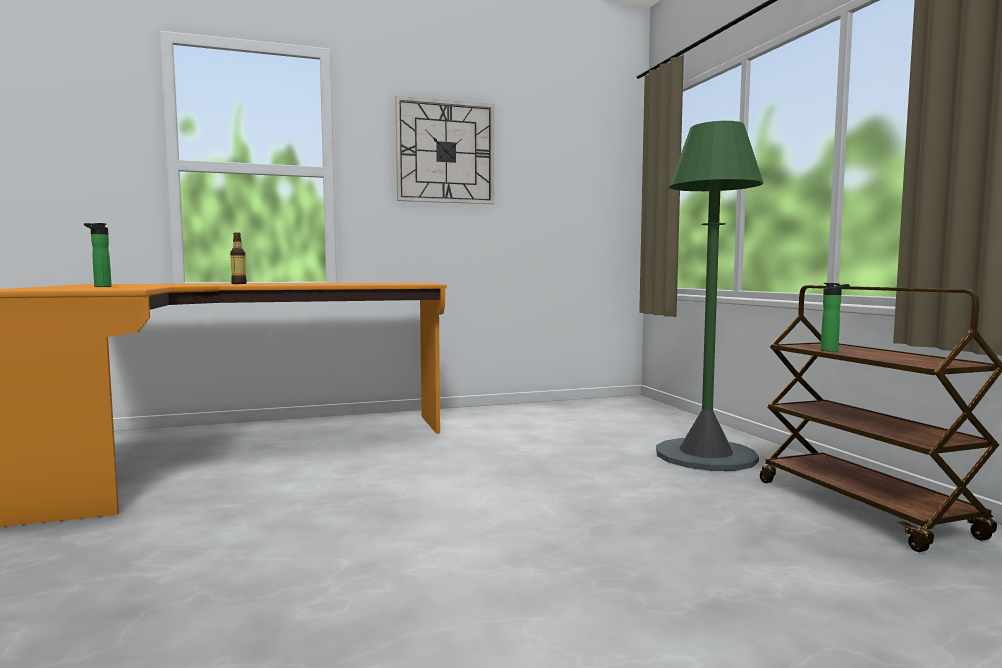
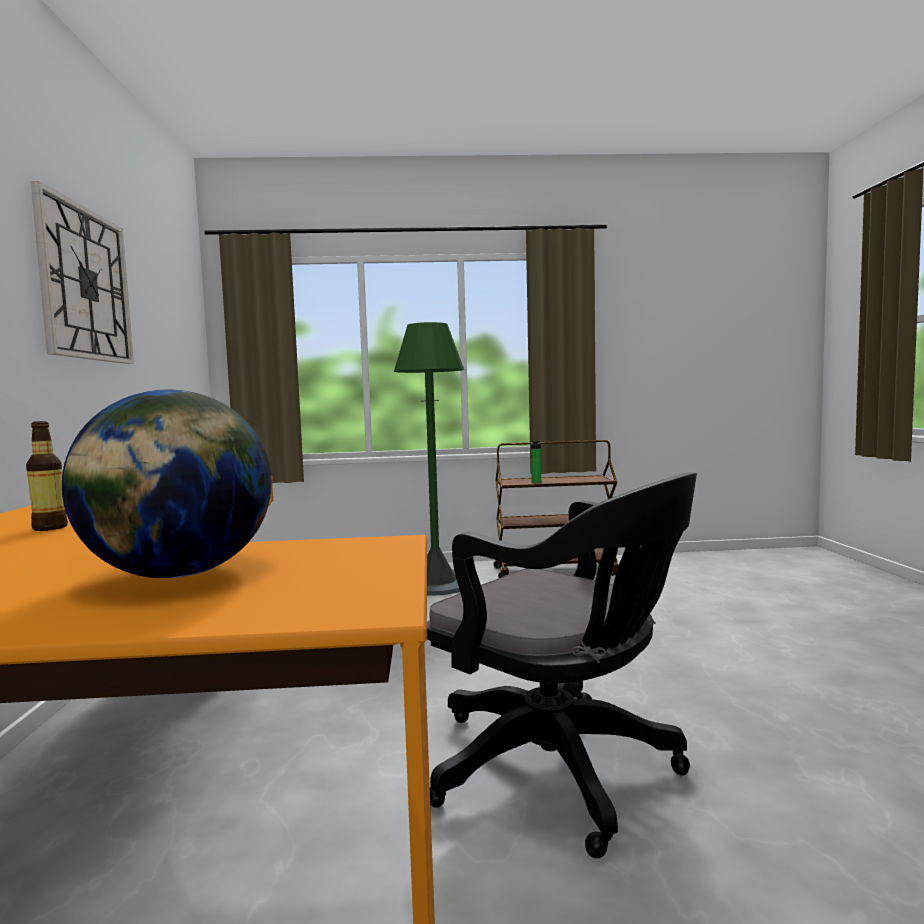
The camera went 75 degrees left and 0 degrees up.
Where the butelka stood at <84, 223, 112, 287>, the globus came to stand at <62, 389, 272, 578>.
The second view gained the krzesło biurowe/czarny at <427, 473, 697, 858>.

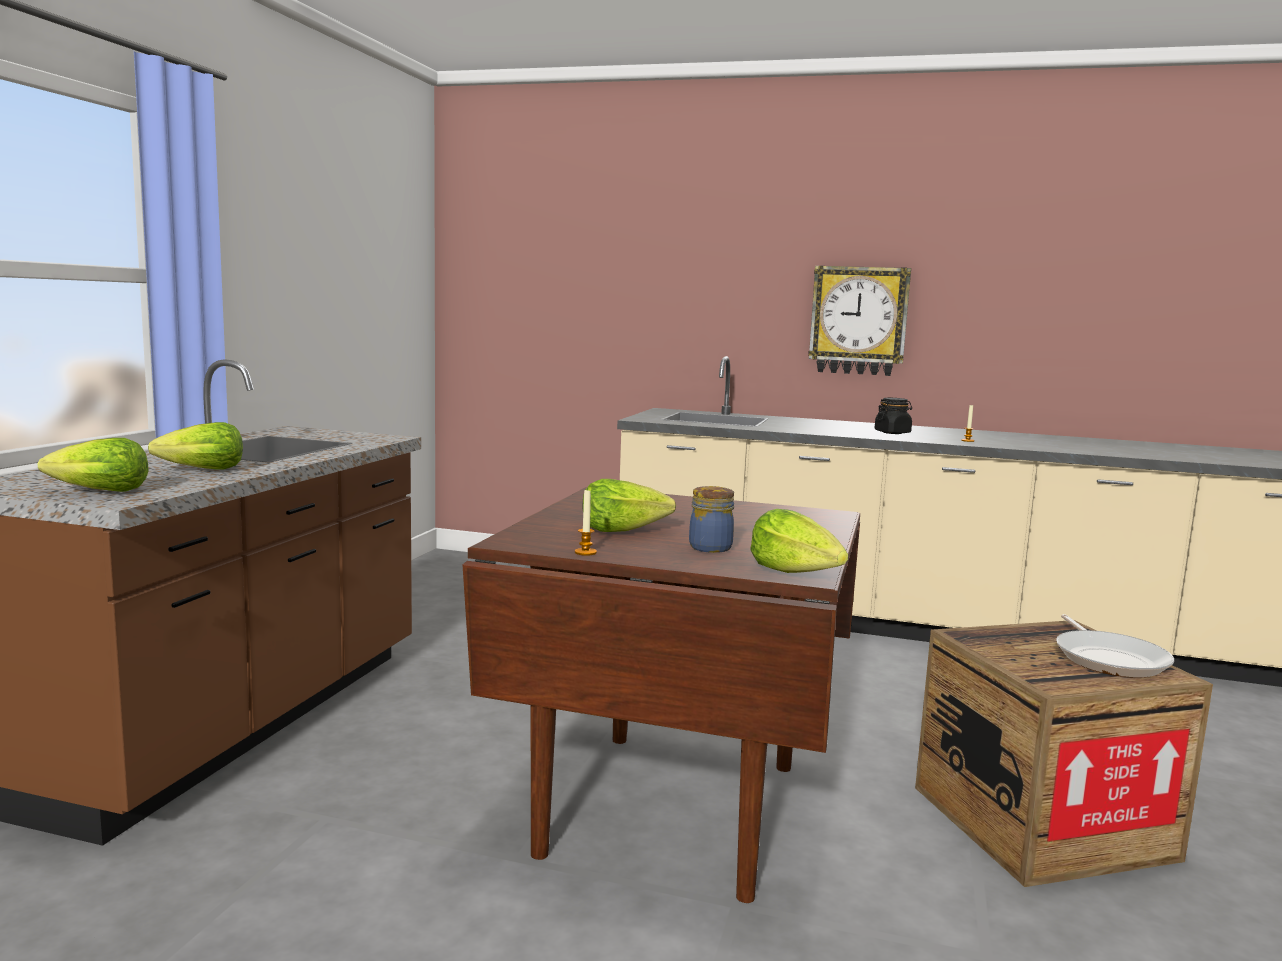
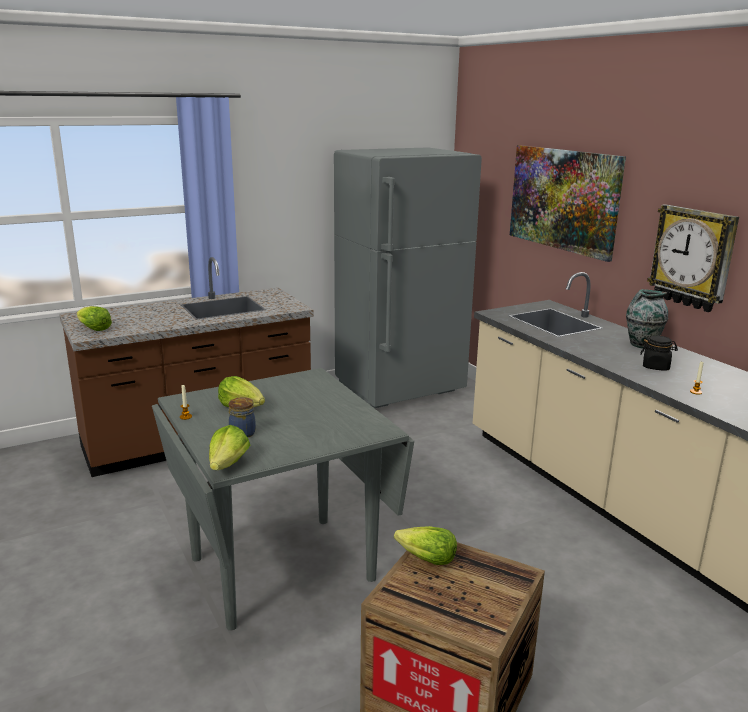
The camera went 45 degrees right and 10 degrees up.
What was the stół jadalny/brązowy at <463, 487, 860, 903> turned into the stół jadalny/szary at <152, 368, 414, 631>.
The second view gained the lodówka/szary at <334, 147, 482, 408>.
The sałata ended up elsewhere, having gone from <148, 422, 243, 469> to <394, 526, 457, 565>.
The second view gained the obraz at <510, 145, 626, 262>.
The second view gained the wazon at <626, 289, 668, 349>.
The second view lost the patelnia at <1056, 614, 1174, 678>.

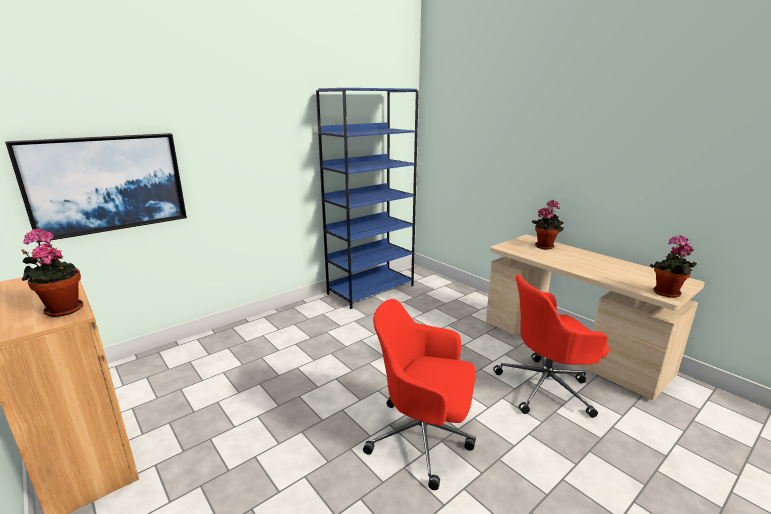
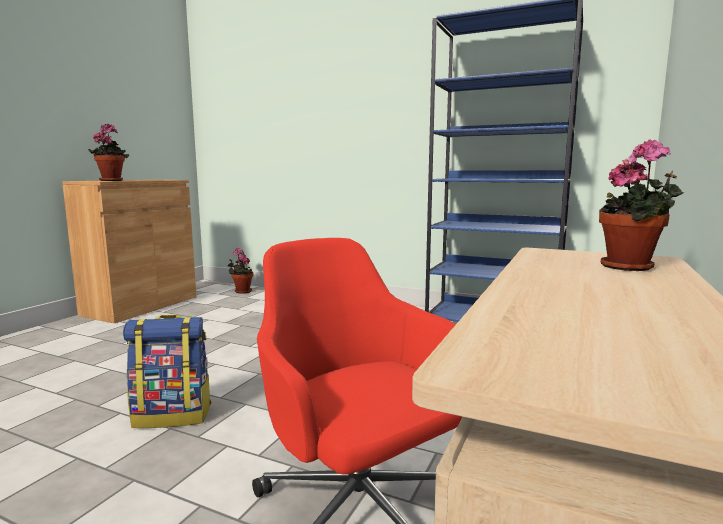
The camera went 65 degrees right and 10 degrees down.
Where the krzesło biurowe/czerwony stood at <363, 299, 476, 490>, the plecak came to stand at <123, 315, 212, 428>.
The roślina doniczkowa ended up elsewhere, having gone from <650, 235, 697, 298> to <228, 248, 253, 294>.
The second view lost the obraz at <5, 133, 187, 243>.

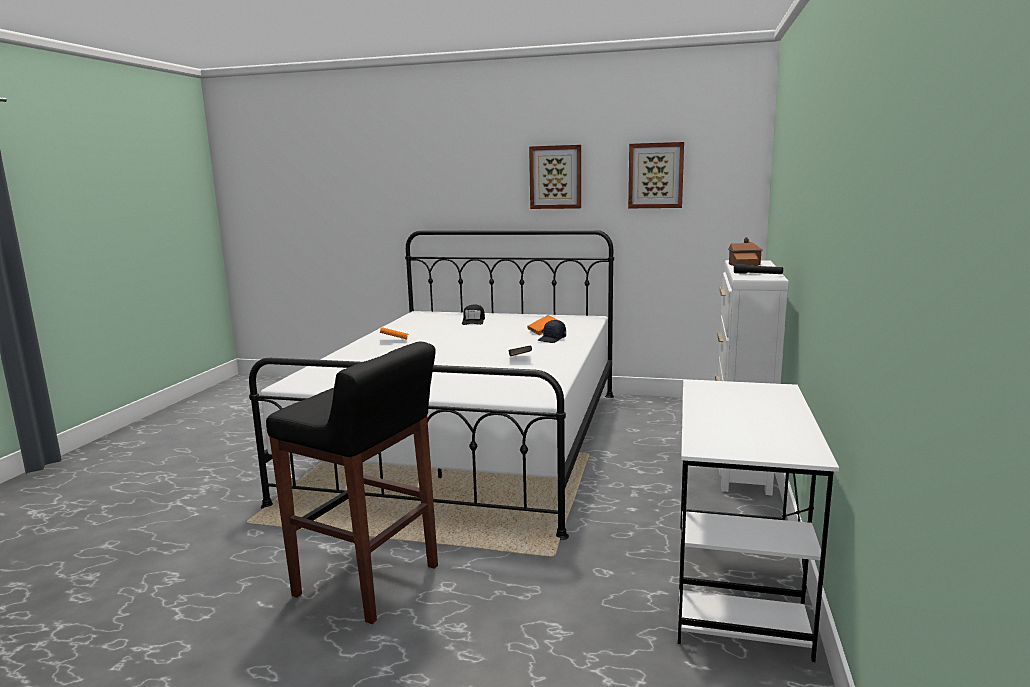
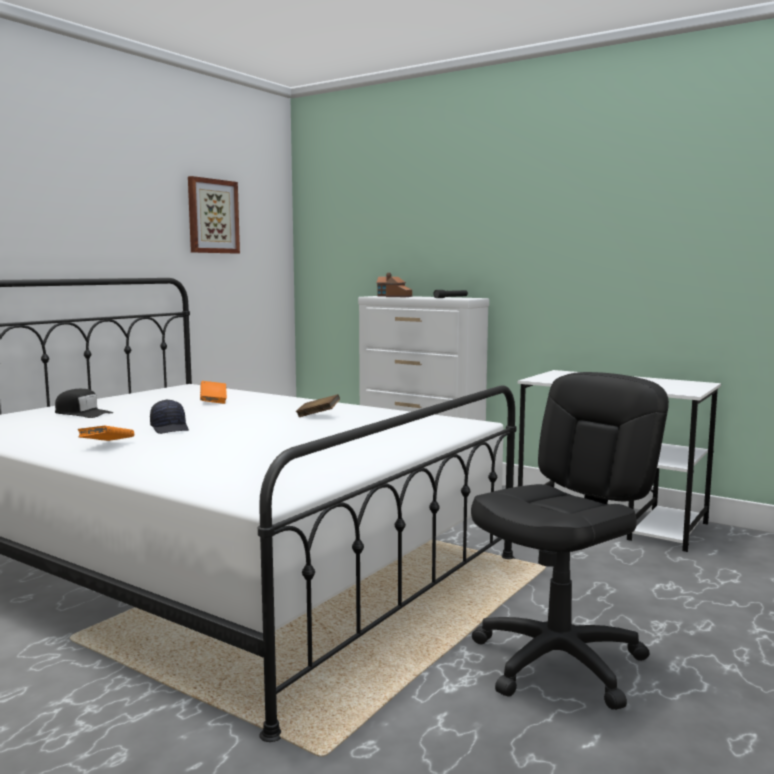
The camera went 70 degrees left and 5 degrees down.
The czapka z daszkiem/czarny ended up elsewhere, having gone from <537, 320, 566, 343> to <150, 399, 189, 434>.
Where the stołek/czarny stood at <266, 342, 438, 624>, the krzesło biurowe/czarny came to stand at <471, 372, 669, 710>.
The second view lost the obraz at <529, 145, 581, 209>.

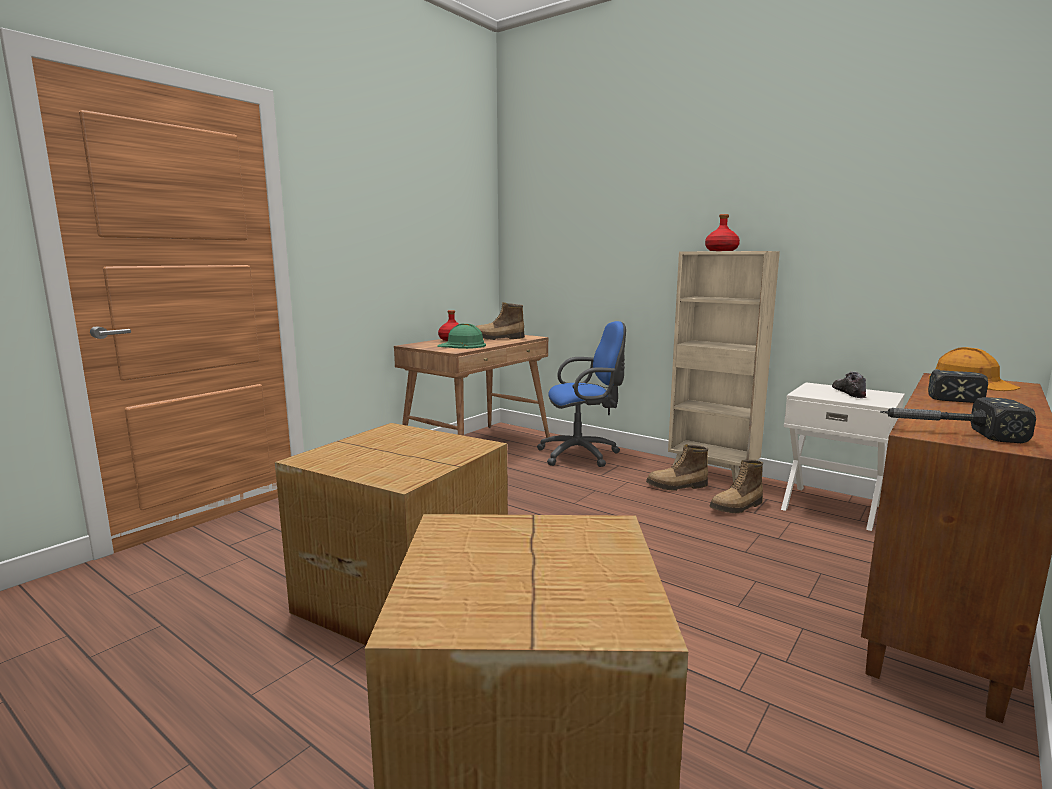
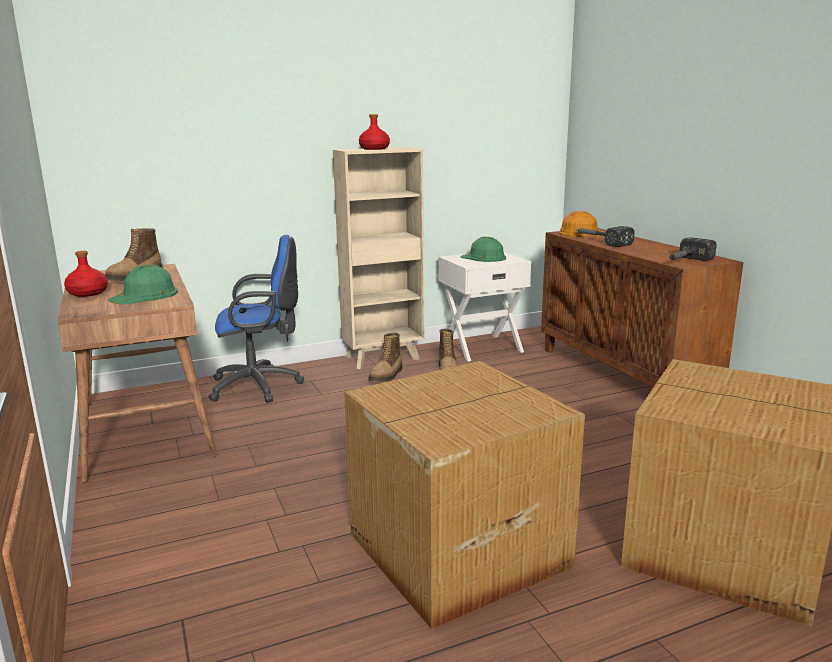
The camera went 60 degrees left and 5 degrees up.
The krzesło biurowe/niebieski at <537, 321, 626, 467> ended up facing another way, 60 degrees clockwise from before.
Where the but stood at <832, 371, 866, 398>, the kask/zielony came to stand at <460, 236, 506, 262>.

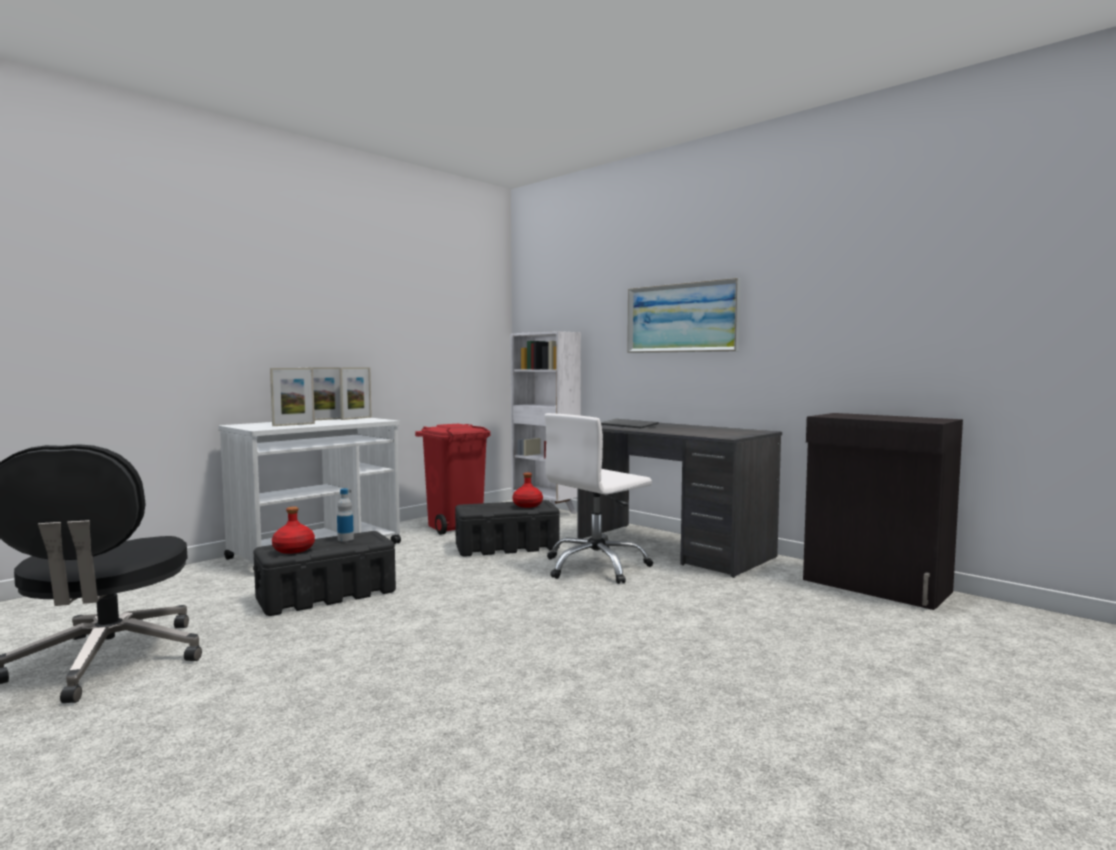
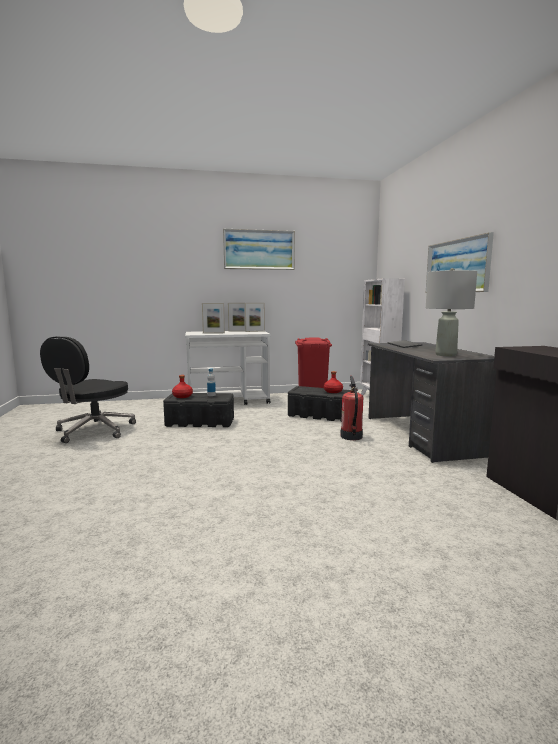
The camera went 35 degrees right and 5 degrees up.
The second view gained the obraz at <223, 229, 295, 270>.
Where the krzesło biurowe/biały stood at <545, 413, 653, 584>, the gaśnica came to stand at <340, 376, 363, 440>.
The second view gained the lampa stołowa/szary at <426, 268, 477, 356>.

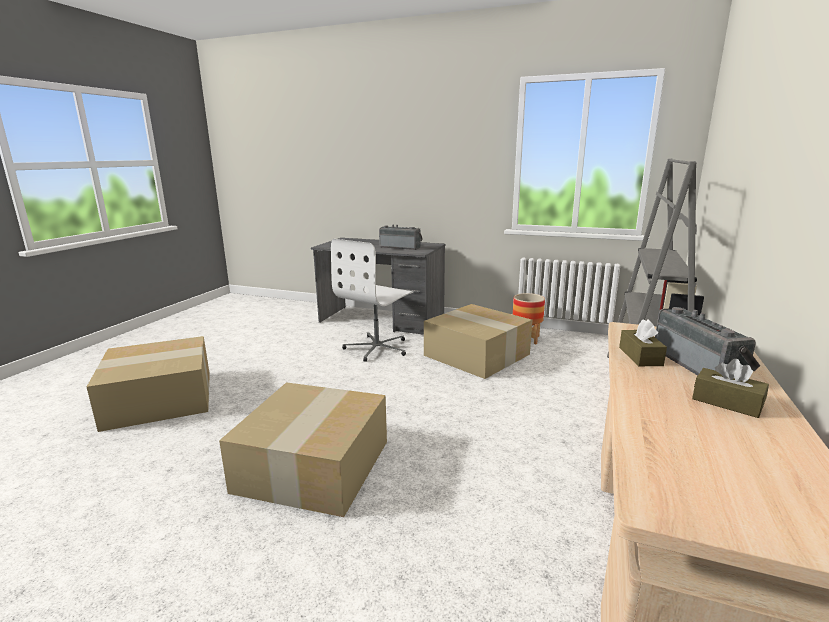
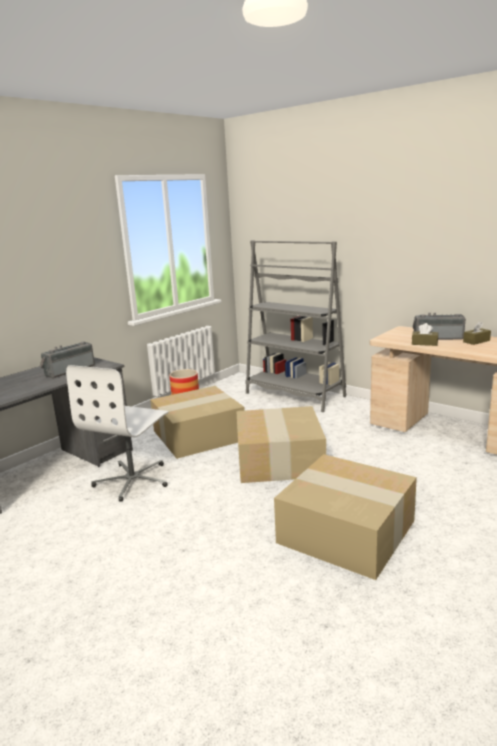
The camera went 70 degrees left and 0 degrees up.
The krzesło biurowe/biały at <331, 239, 413, 362> ended up facing another way, 60 degrees clockwise from before.
The karton ended up elsewhere, having gone from <87, 336, 210, 432> to <236, 406, 326, 483>.

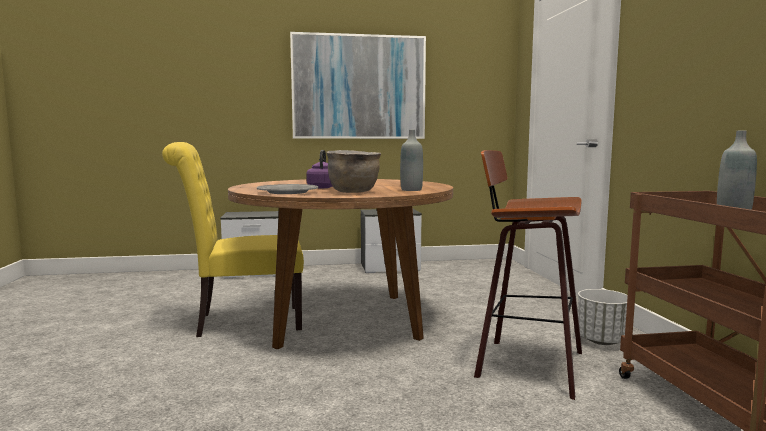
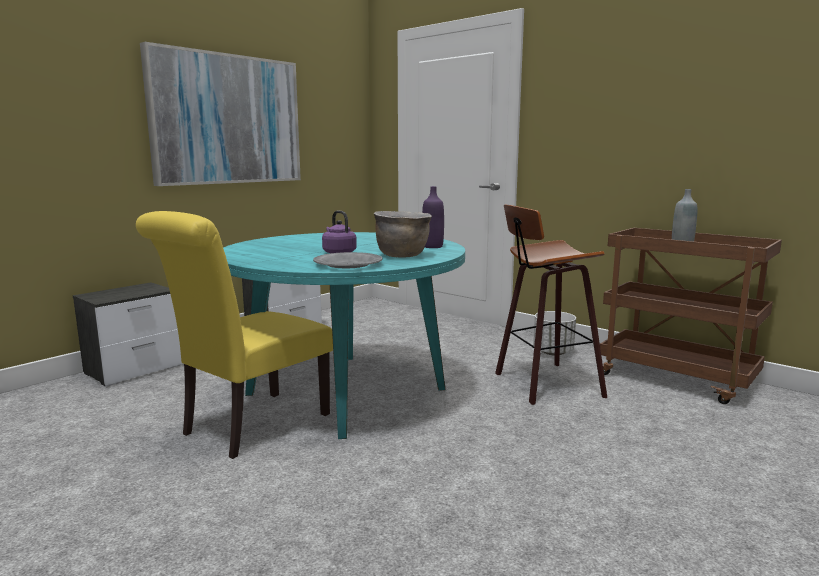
The camera went 40 degrees left and 5 degrees up.
What was the stół jadalny/brązowy at <228, 179, 453, 350> turned into the stół jadalny/turkusowy at <223, 232, 465, 439>.
What was the butelka/szary at <400, 130, 423, 191> turned into the butelka/fioletowy at <422, 186, 444, 248>.

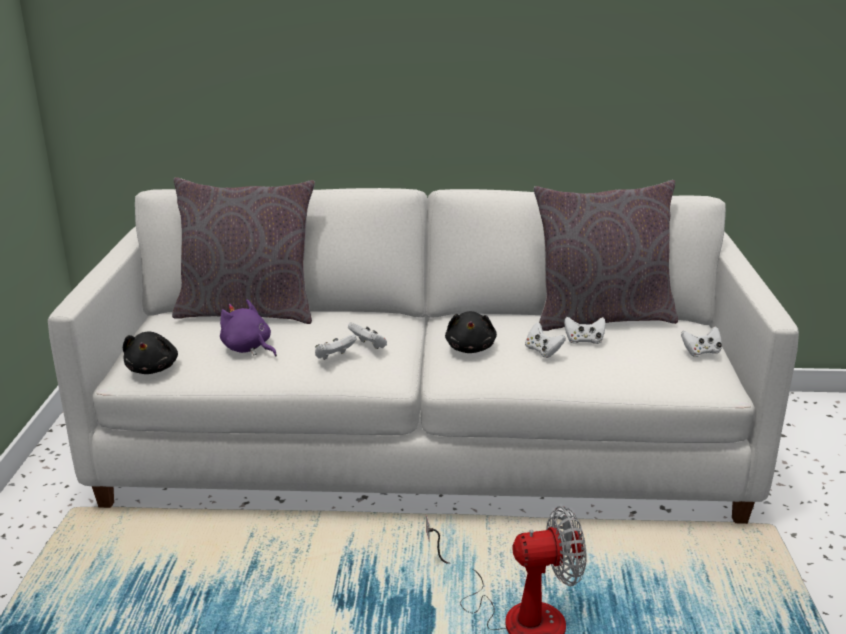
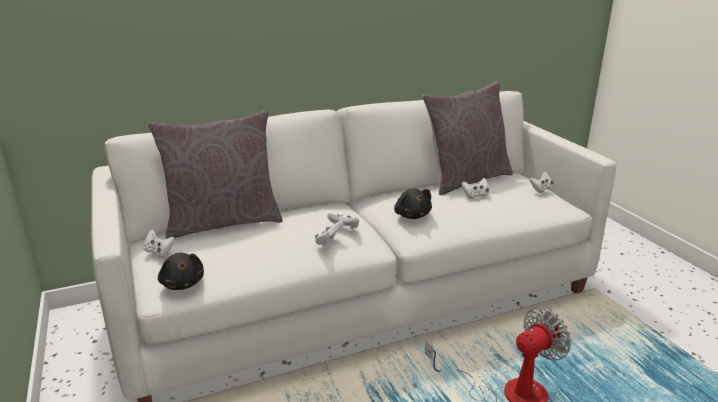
The camera went 25 degrees left and 0 degrees up.
The pad do gier/biały ended up elsewhere, having gone from <525, 322, 566, 358> to <144, 230, 175, 257>.
The second view lost the pluszak/fioletowy at <220, 299, 277, 356>.

